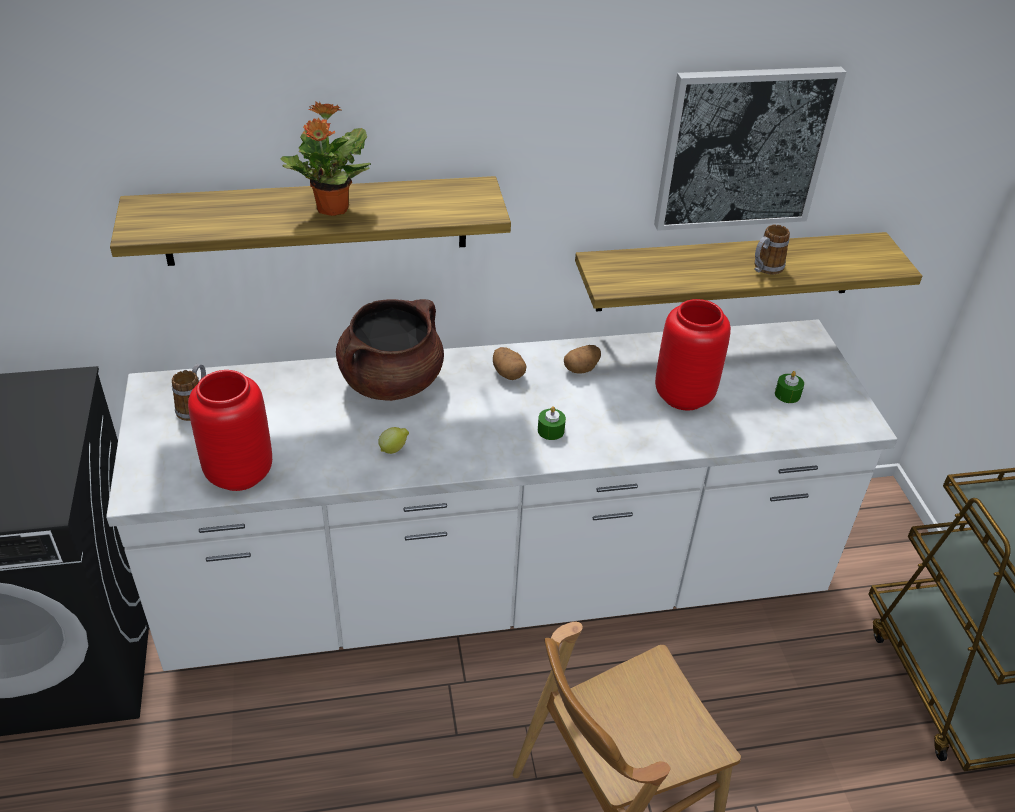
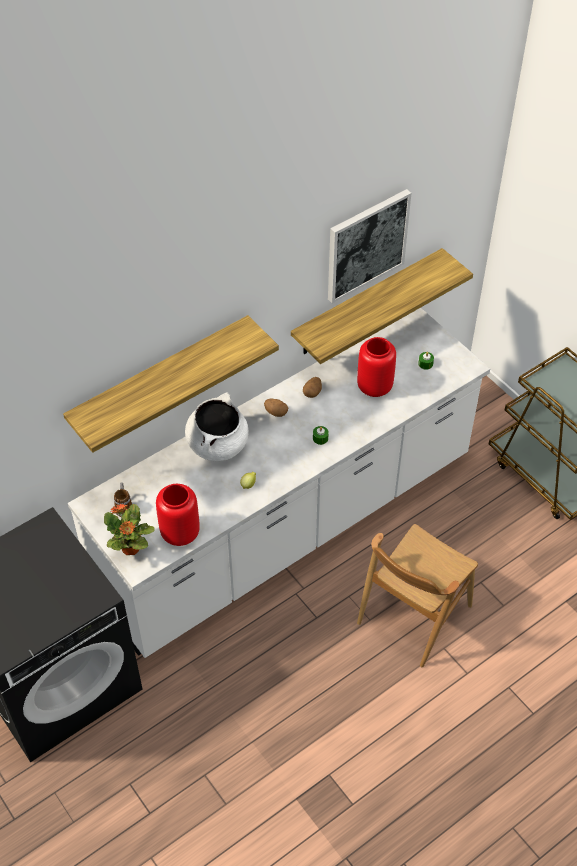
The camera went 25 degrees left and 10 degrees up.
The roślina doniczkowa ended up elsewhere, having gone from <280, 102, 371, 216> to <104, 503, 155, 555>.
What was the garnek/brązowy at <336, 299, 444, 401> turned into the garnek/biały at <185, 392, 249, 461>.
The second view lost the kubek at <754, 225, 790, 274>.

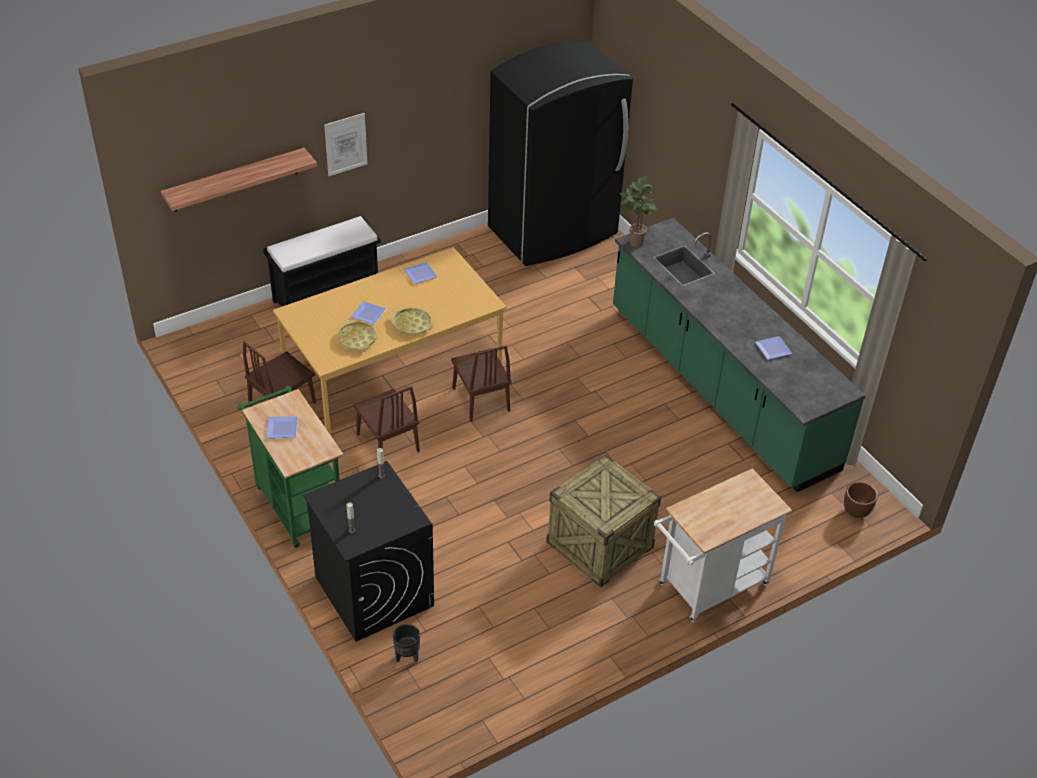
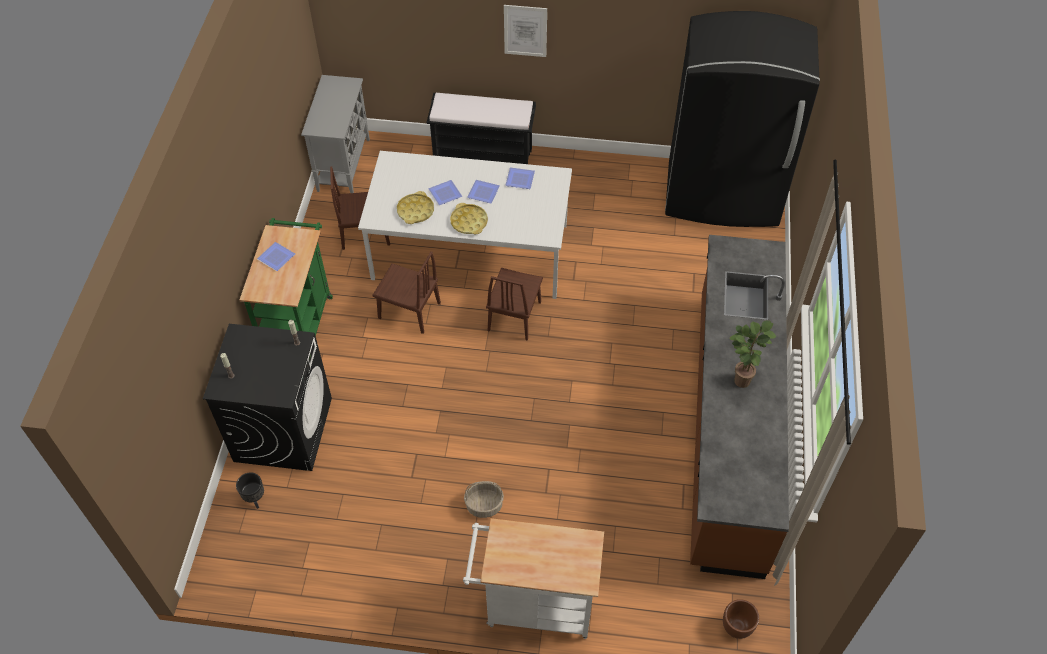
The camera went 40 degrees right and 10 degrees up.
The second view gained the szafka/szary at <301, 75, 370, 193>.
What was the stół jadalny/pomarańczowy at <273, 247, 507, 435> turned into the stół jadalny/biały at <358, 151, 572, 299>.
The krzesło/brązowy at <353, 386, 420, 452> ended up facing another way, 75 degrees counterclockwise from before.
Where the skrzynka stood at <547, 454, 661, 588>, the koszyk came to stand at <464, 481, 504, 518>.
The talerz ended up elsewhere, having gone from <755, 336, 792, 360> to <467, 180, 500, 204>.
What was the zabudowa kuchenna/zielony at <613, 218, 866, 492> turned into the zabudowa kuchenna/brązowy at <690, 235, 789, 579>.
The roślina doniczkowa ended up elsewhere, having gone from <620, 176, 657, 247> to <729, 320, 776, 388>.
The second view lost the półka at <161, 148, 317, 212>.

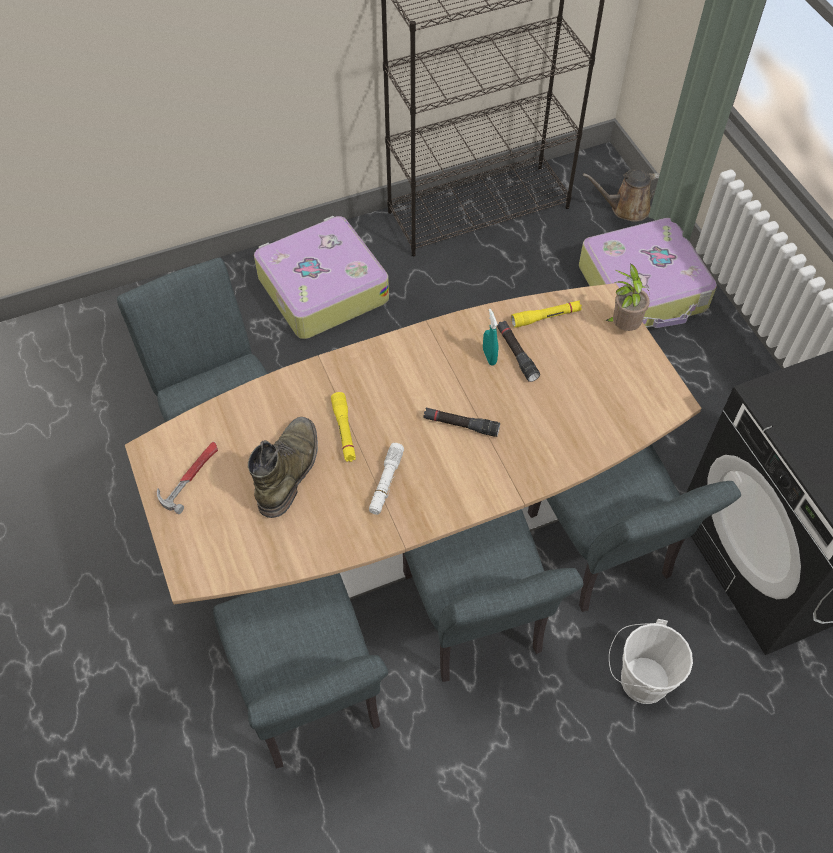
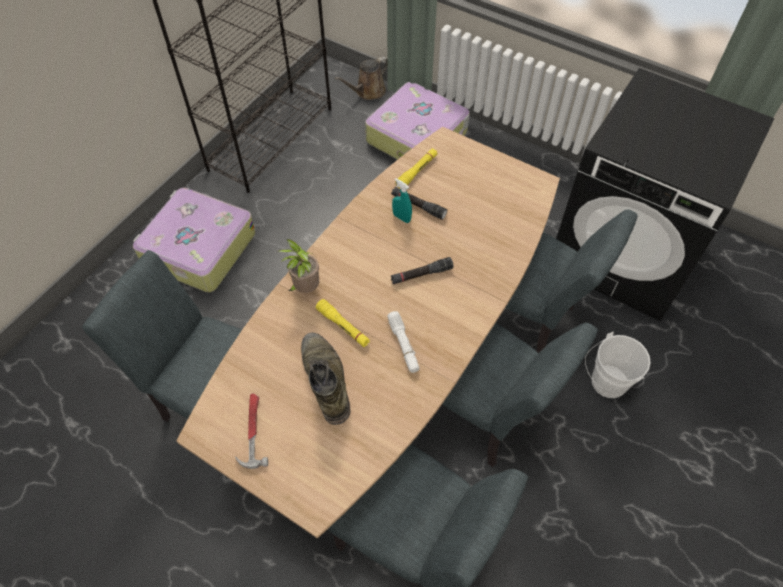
The camera went 35 degrees left and 0 degrees up.
The roślina doniczkowa ended up elsewhere, having gone from <605, 264, 650, 331> to <278, 239, 319, 293>.

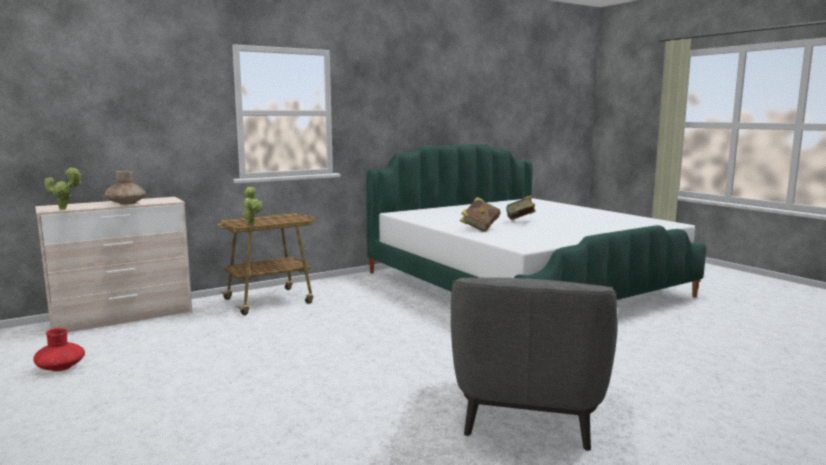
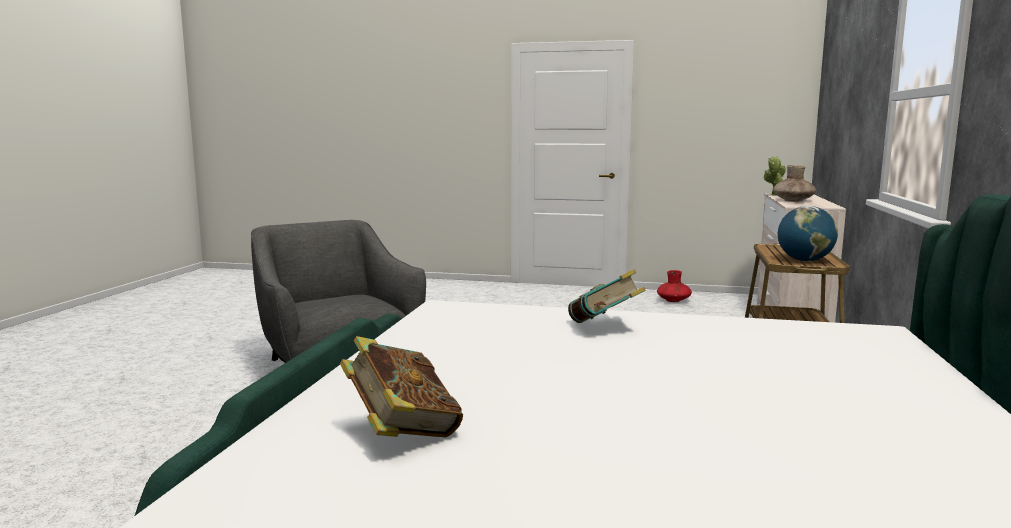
The camera went 135 degrees right and 0 degrees up.
The książka ended up elsewhere, having gone from <506, 195, 536, 220> to <340, 336, 463, 437>.
The second view gained the globus at <778, 206, 838, 261>.
The second view lost the roślina doniczkowa at <242, 187, 262, 225>.

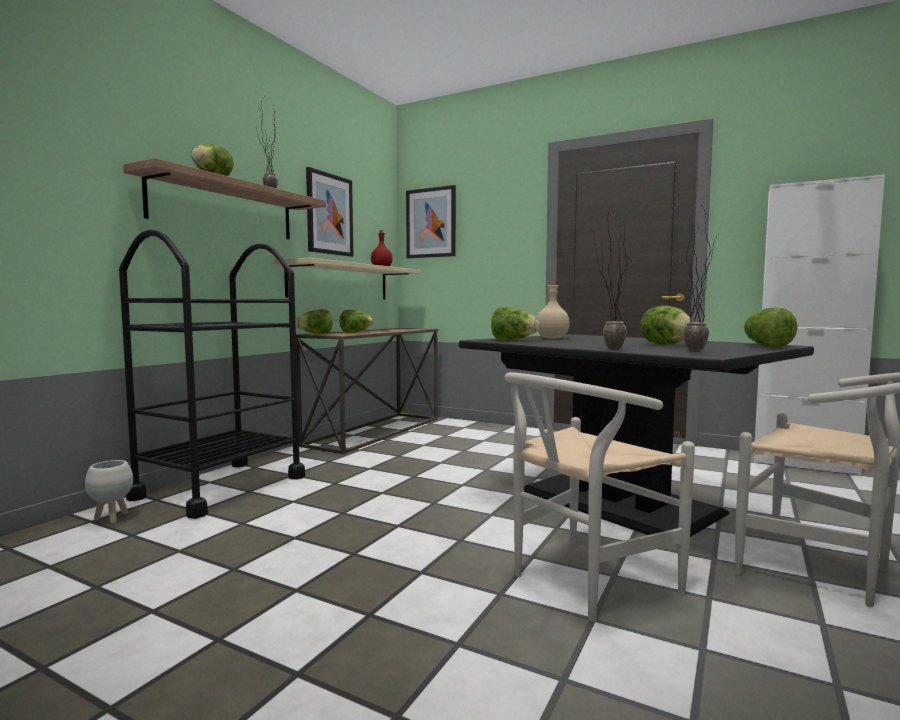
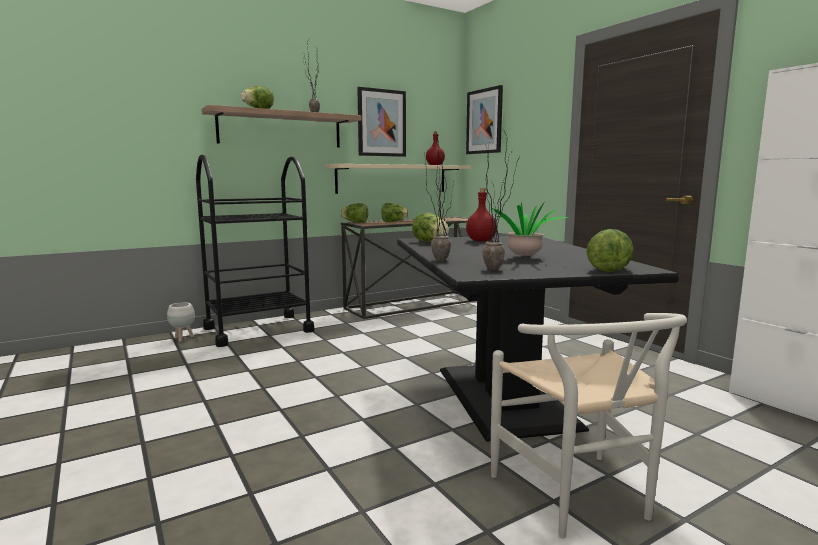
The camera went 30 degrees right and 5 degrees up.
What was the butelka/beżowy at <537, 281, 570, 339> turned into the butelka/czerwony at <466, 188, 497, 241>.
Where the sałata stood at <640, 306, 694, 345>, the roślina doniczkowa came to stand at <490, 201, 570, 257>.
The second view lost the krzesło/biały at <505, 372, 695, 622>.

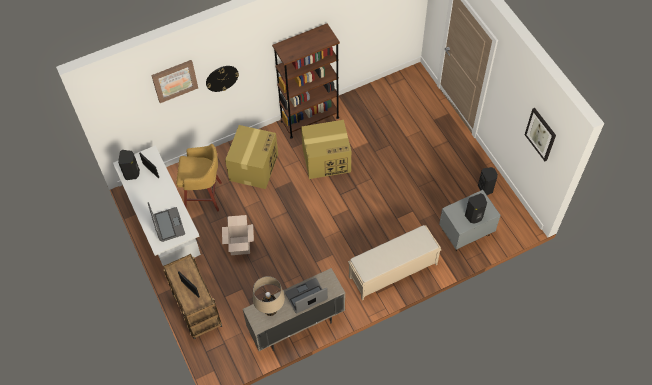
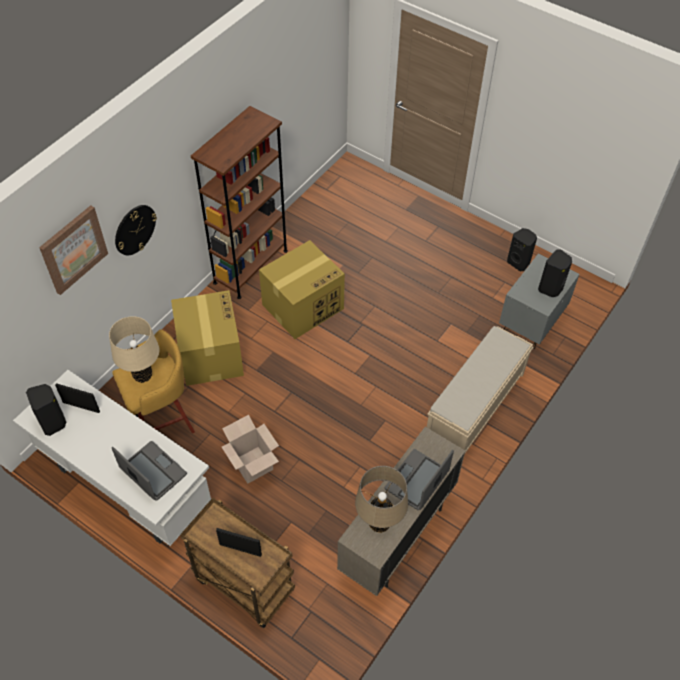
The camera went 30 degrees left and 5 degrees down.
The second view gained the lampa stołowa/beżowy at <109, 316, 160, 383>.
The second view lost the obraz at <525, 108, 556, 161>.

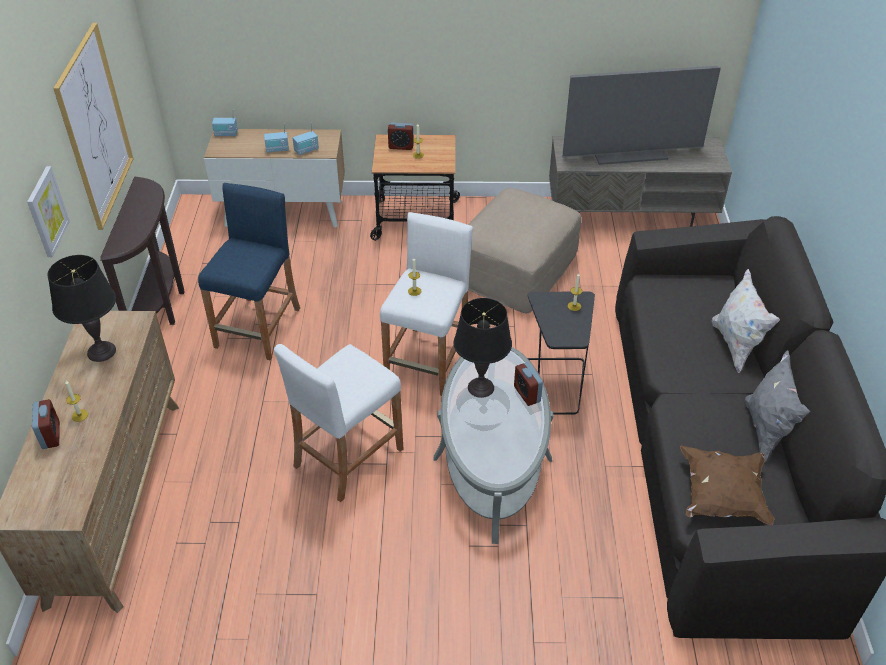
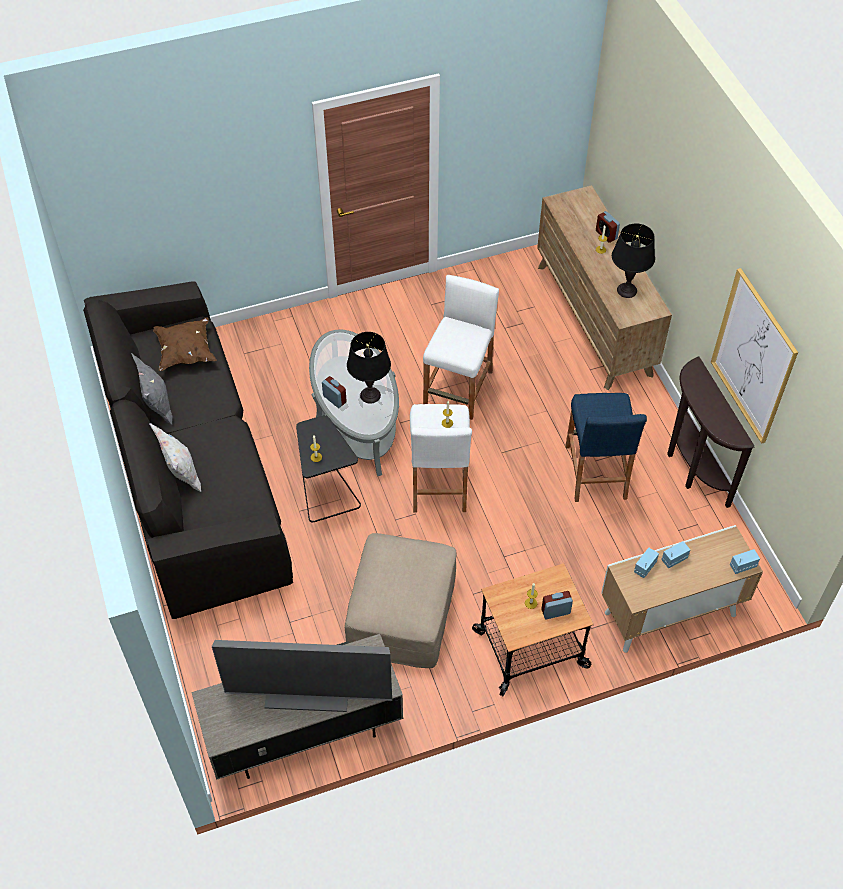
The camera went 160 degrees right and 10 degrees up.
The telewizor at <563, 66, 721, 165> ended up facing another way, 150 degrees counterclockwise from before.
The second view lost the obraz at <27, 166, 70, 257>.

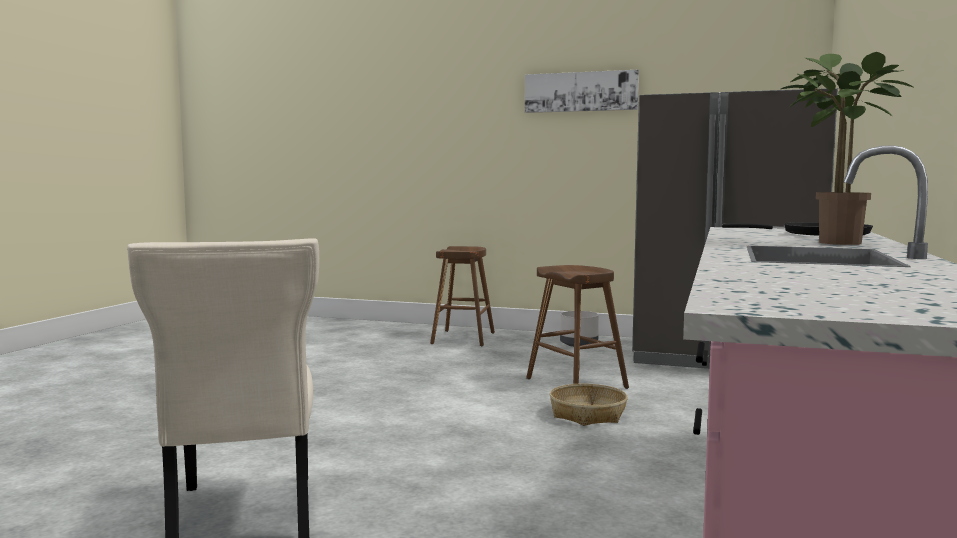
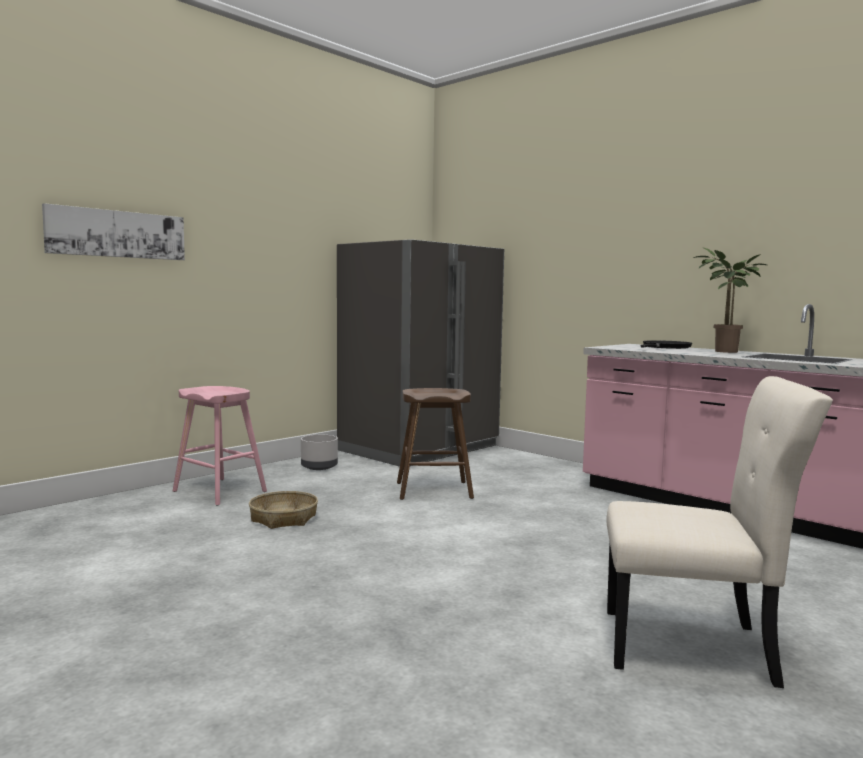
The camera went 65 degrees left and 0 degrees up.
The obraz ended up elsewhere, having gone from <525, 70, 639, 113> to <42, 203, 185, 260>.
What was the stołek/brązowy at <430, 246, 495, 346> turned into the stołek/różowy at <173, 386, 267, 506>.
The koszyk ended up elsewhere, having gone from <549, 384, 628, 426> to <249, 491, 318, 529>.

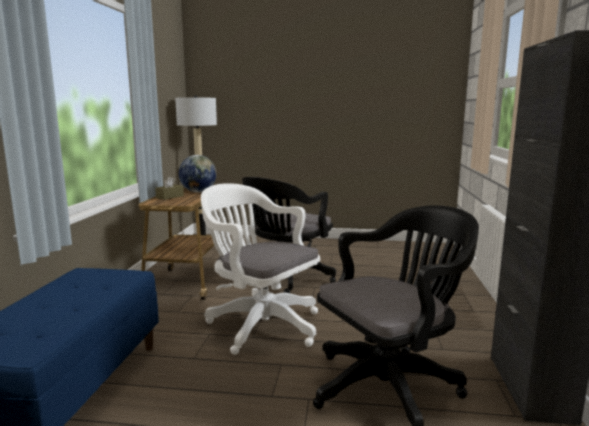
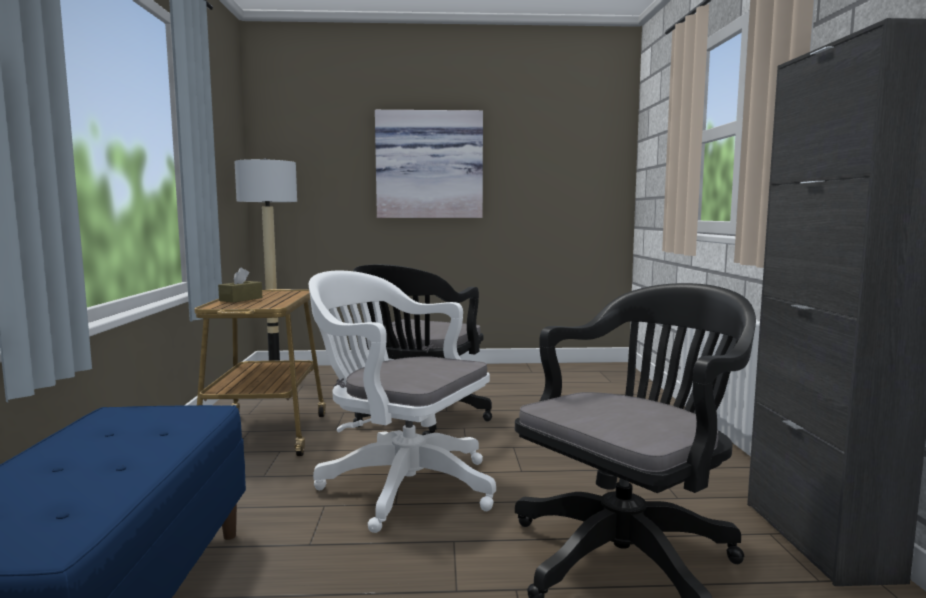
The camera went 10 degrees left and 5 degrees down.
The second view gained the obraz at <375, 110, 483, 218>.
The second view lost the globus at <179, 155, 217, 193>.

